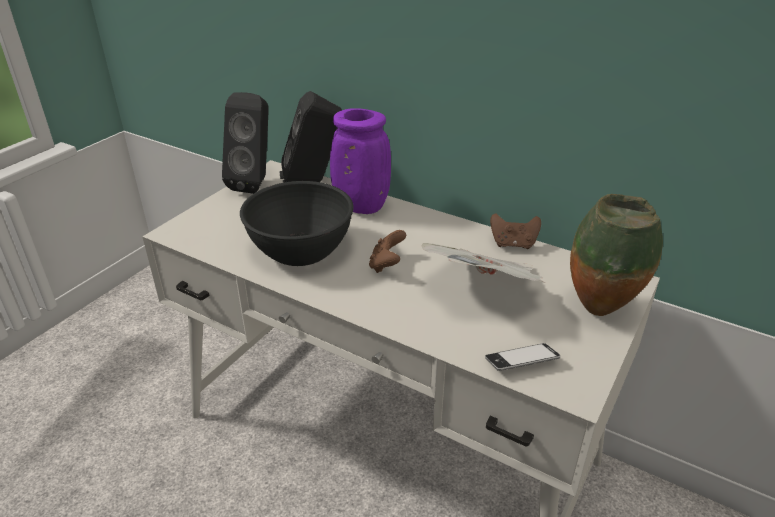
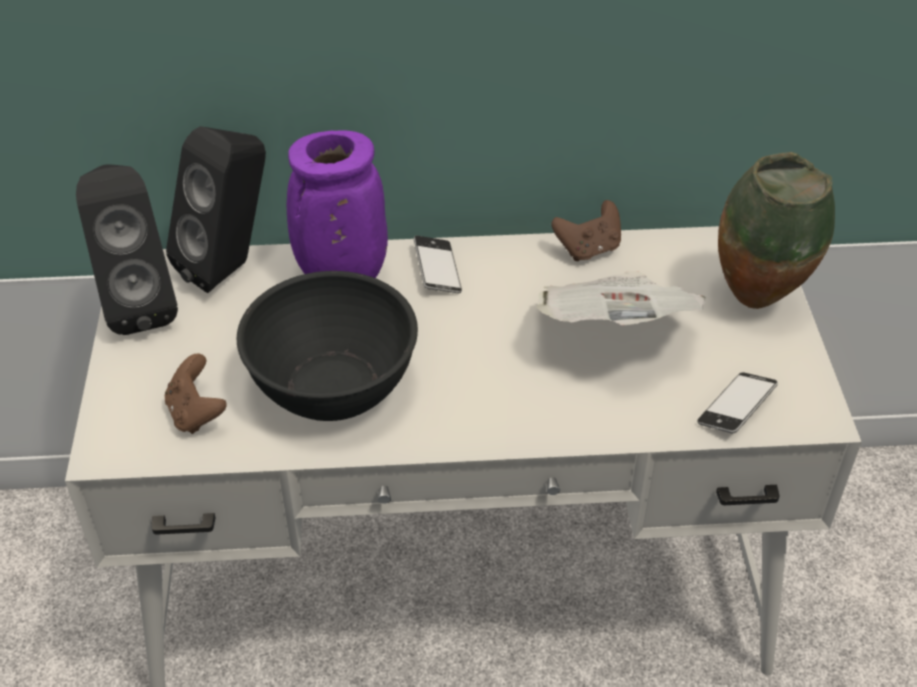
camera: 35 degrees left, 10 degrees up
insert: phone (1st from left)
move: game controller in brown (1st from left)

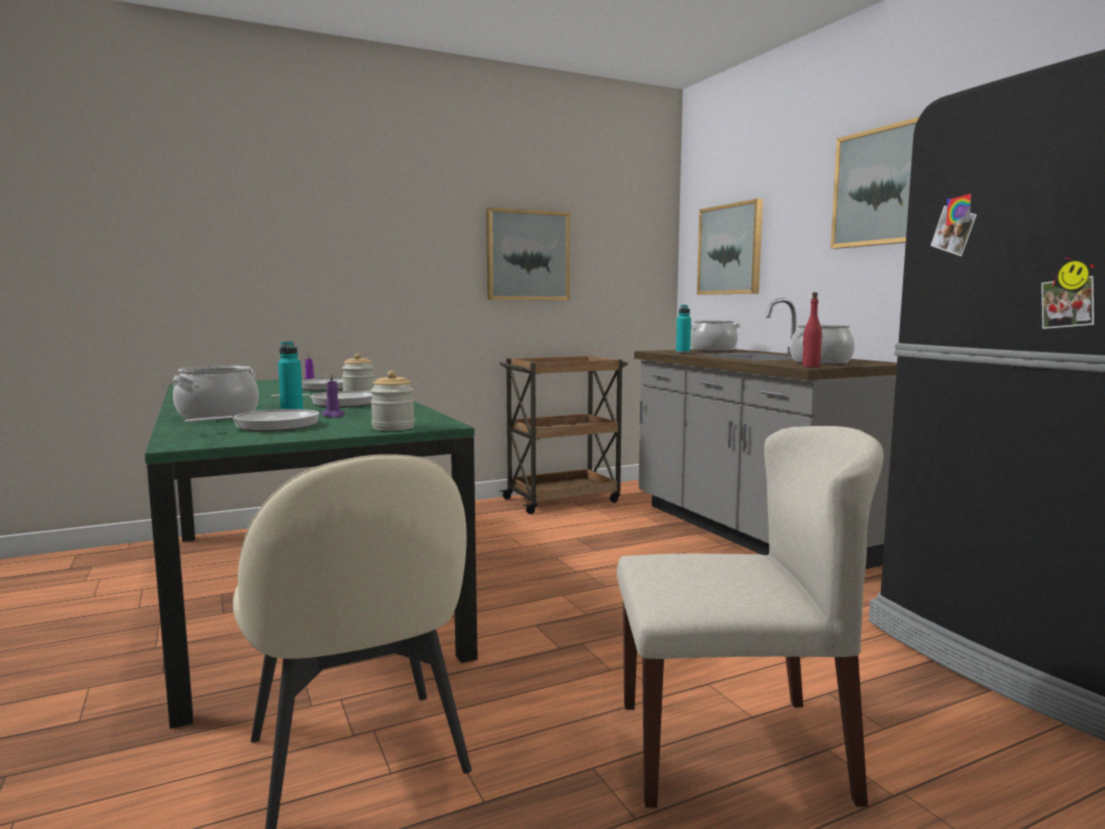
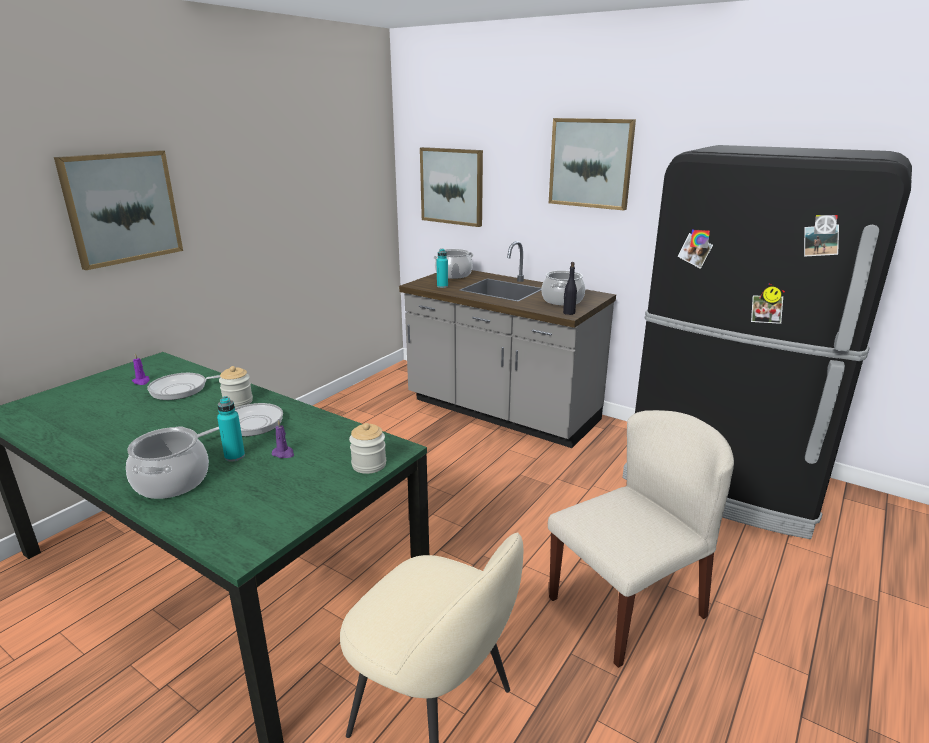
camera: 30 degrees left, 15 degrees up
delete: cart in brown; frying pan (1st from left)
move: picture (1st from left)
recolor: bottle in red to bottle in black

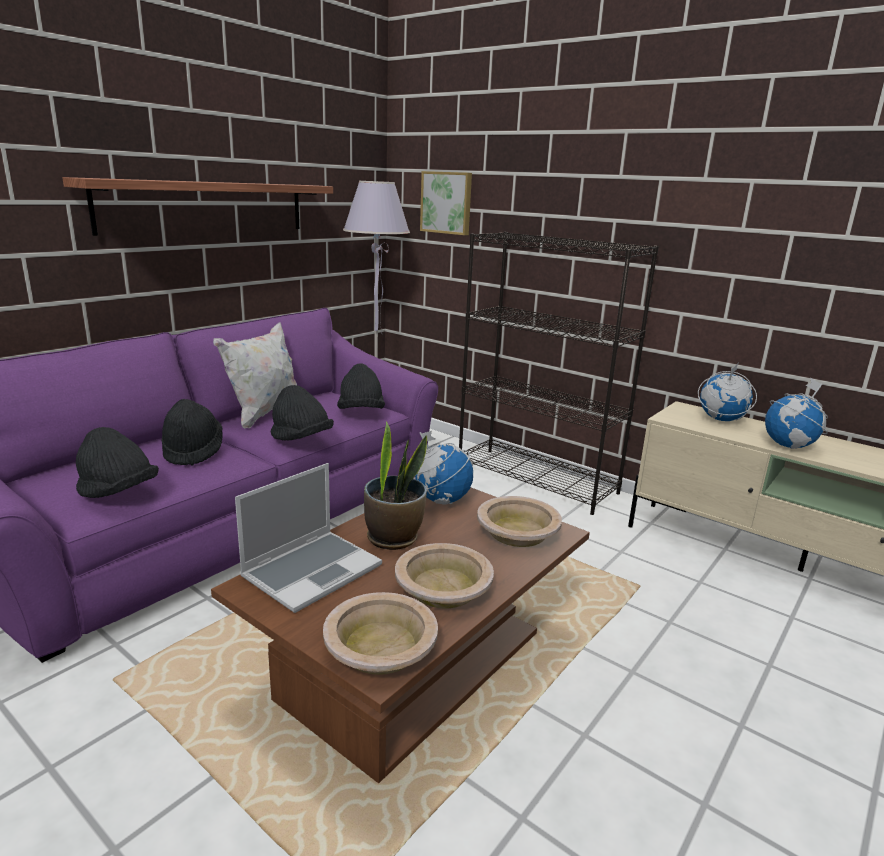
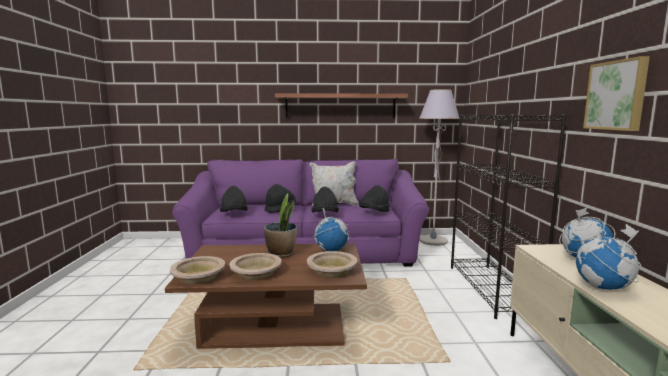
camera: 50 degrees right, 10 degrees down
delete: laptop
move: picture

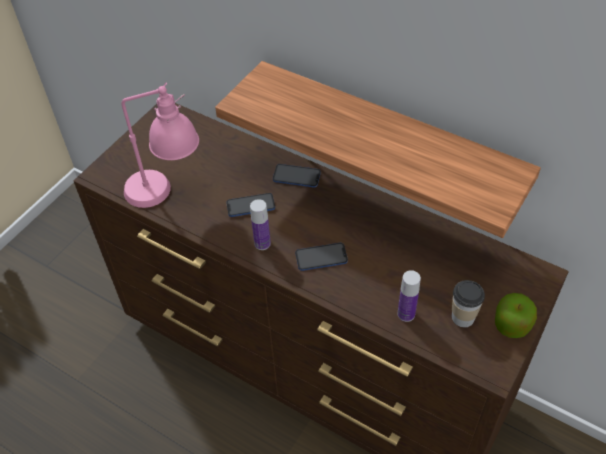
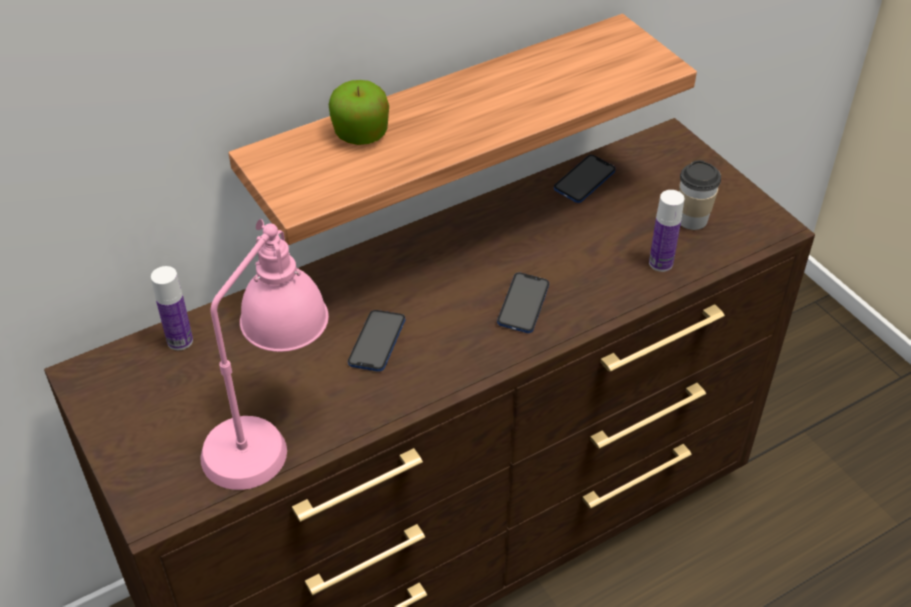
camera: 65 degrees left, 5 degrees down
move: phone (2nd from left in the first image) to phone (3rd from left); bottle (1st from left); apple

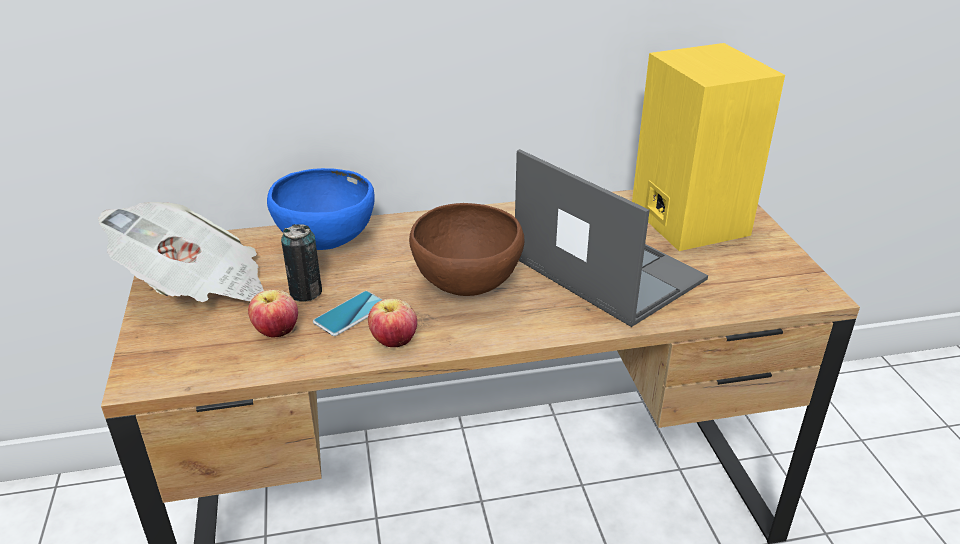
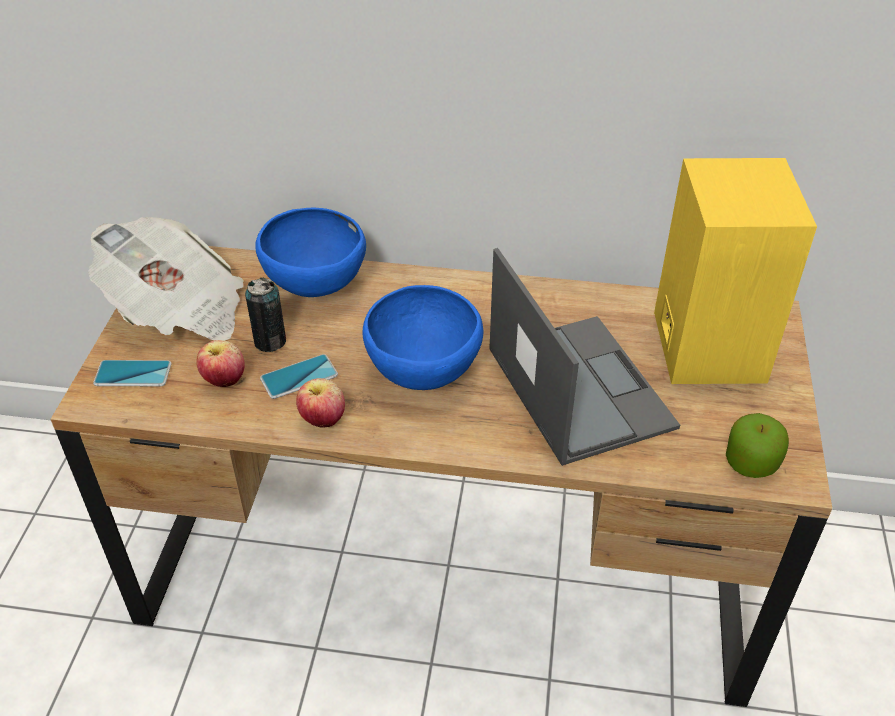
camera: 20 degrees right, 10 degrees up
insert: phone (1st from left); apple (3rd from left)
recolor: bowl in brown to bowl in blue (2nd from left)

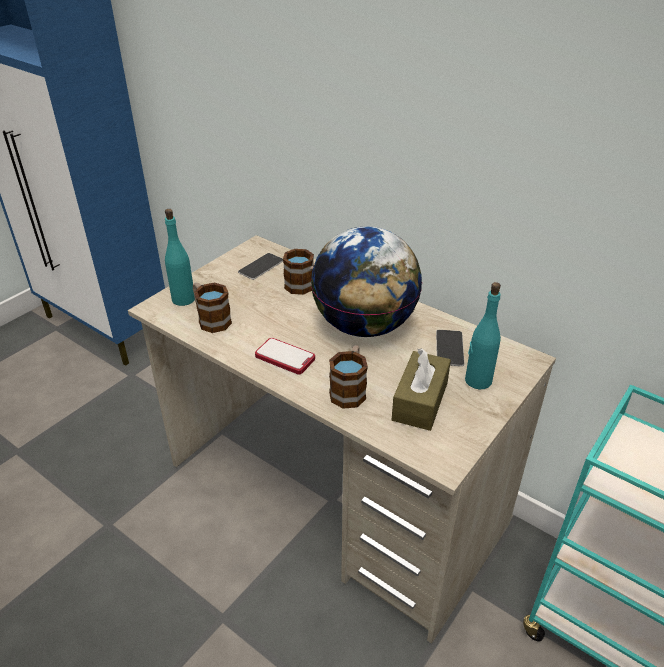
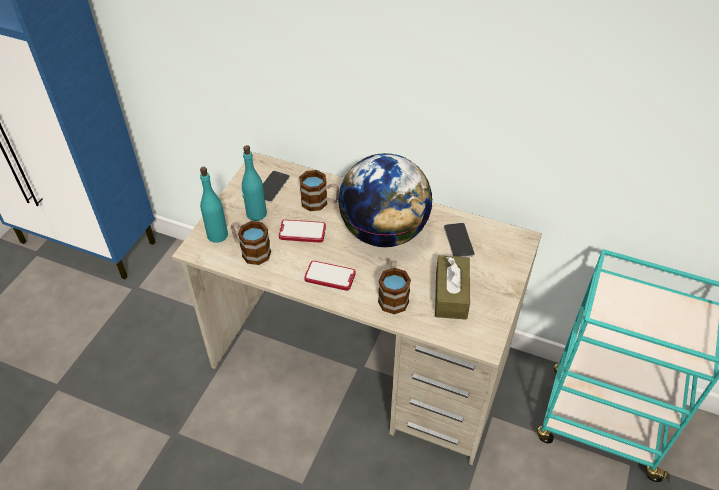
camera: 15 degrees left, 10 degrees up
insert: phone (2nd from left)
move: bottle in turquoise (2nd from left)

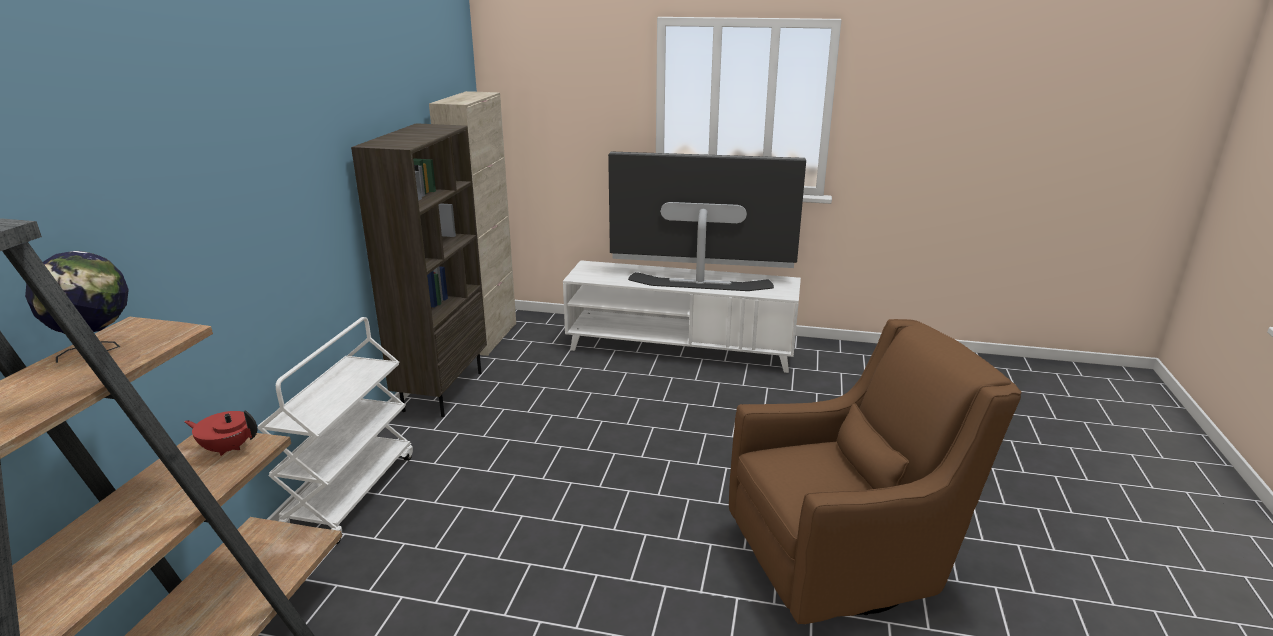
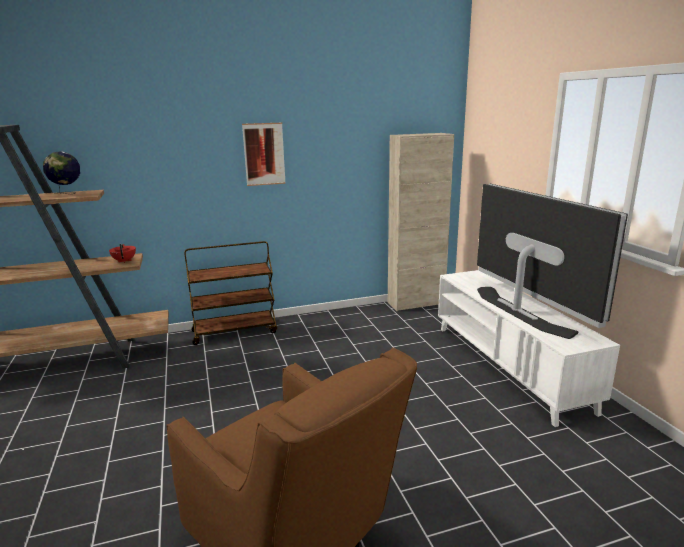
camera: 60 degrees right, 5 degrees down
delete: bookcase in brown (2nd from left)
insert: picture
recolor: cart in white to cart in brown

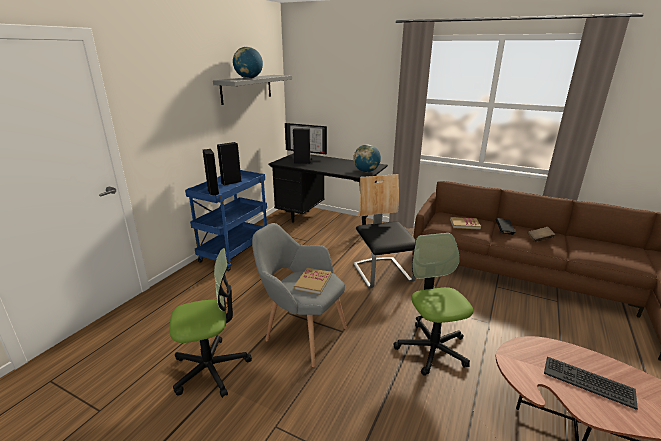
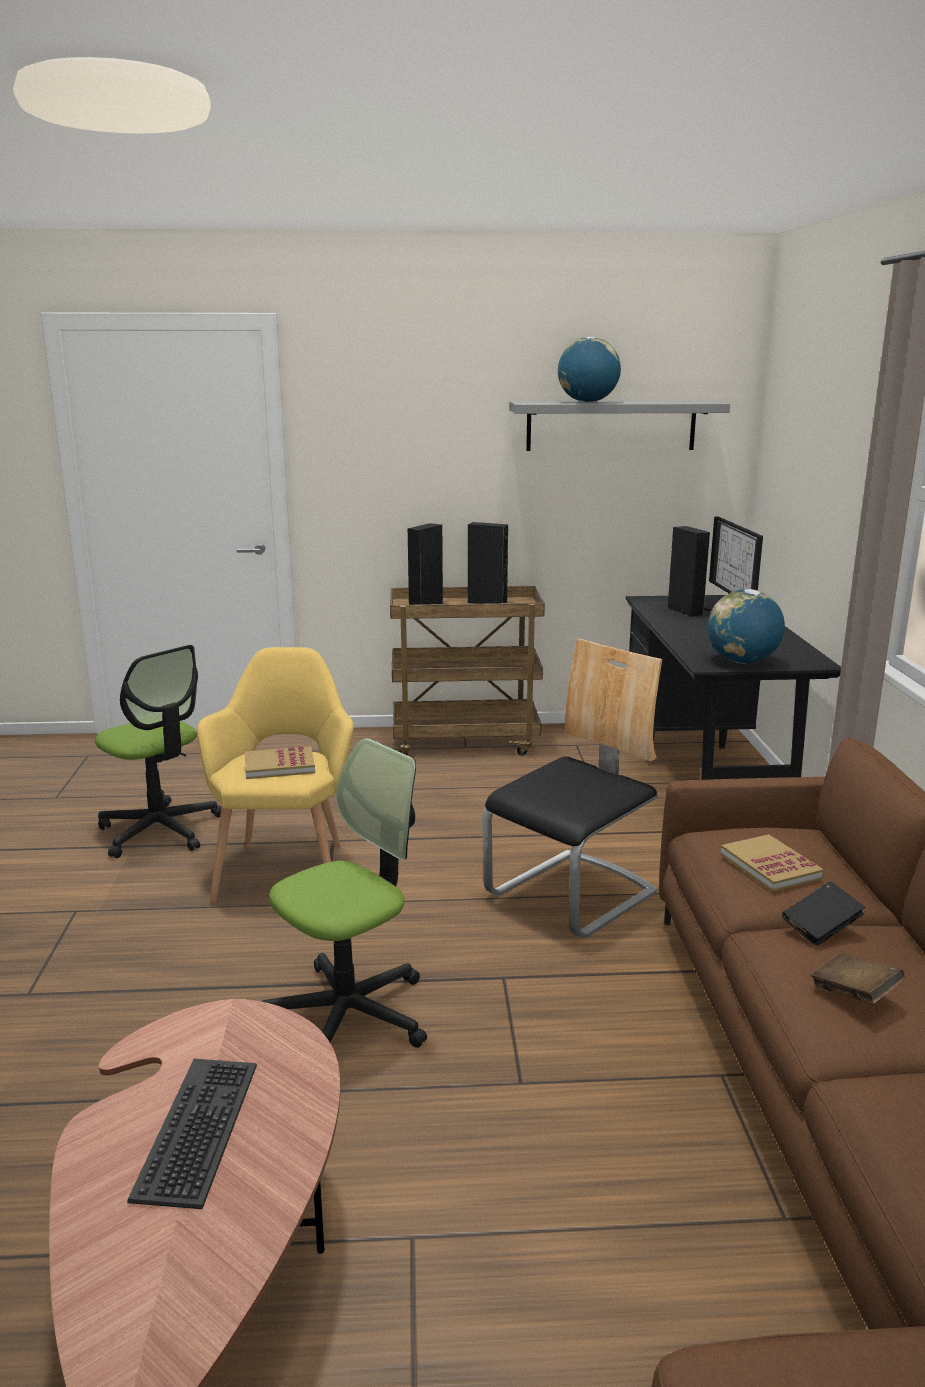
camera: 60 degrees right, 5 degrees down
recolor: cart in blue to cart in brown; armchair in grey to armchair in yellow

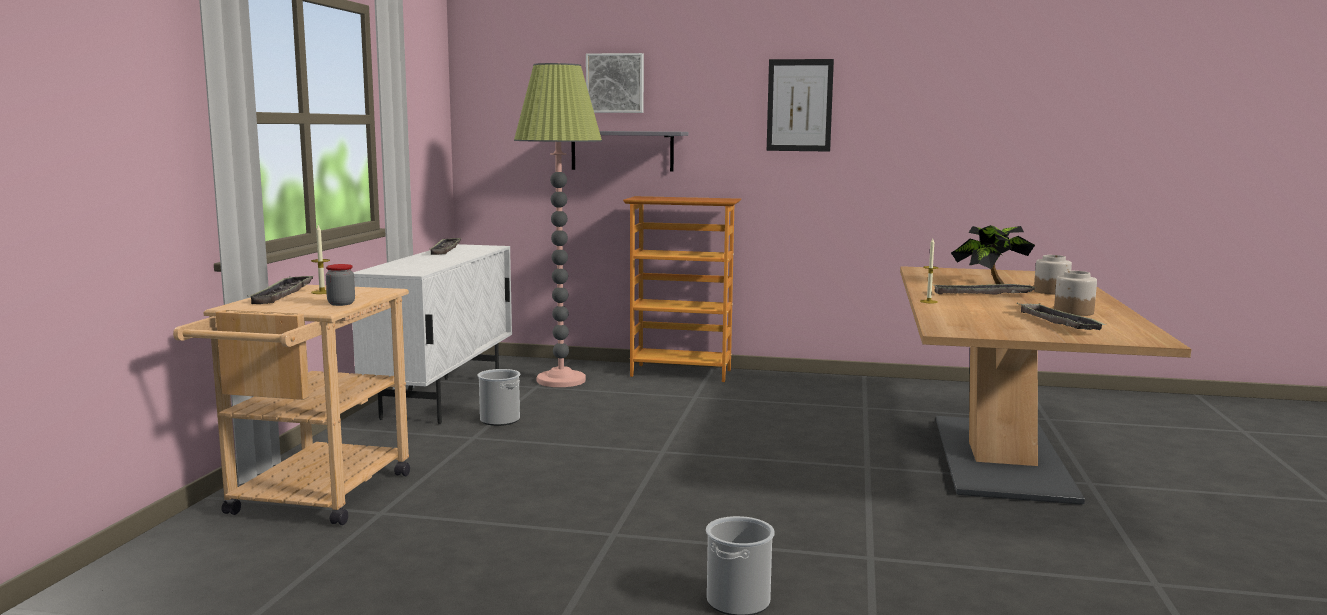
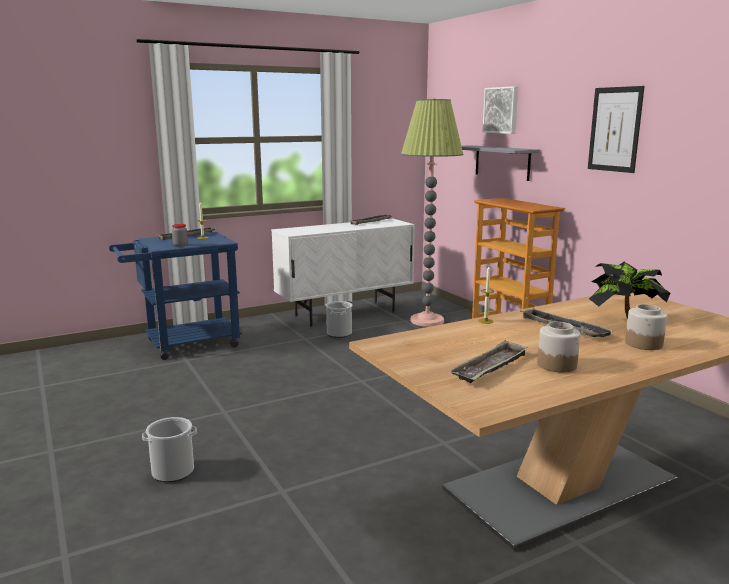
camera: 50 degrees right, 5 degrees up
recolor: cart in beige to cart in blue

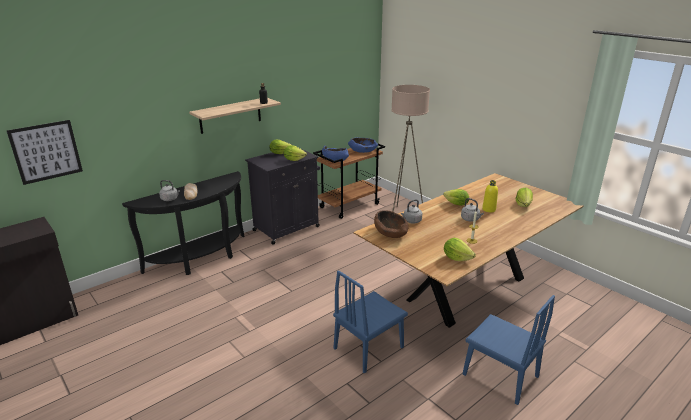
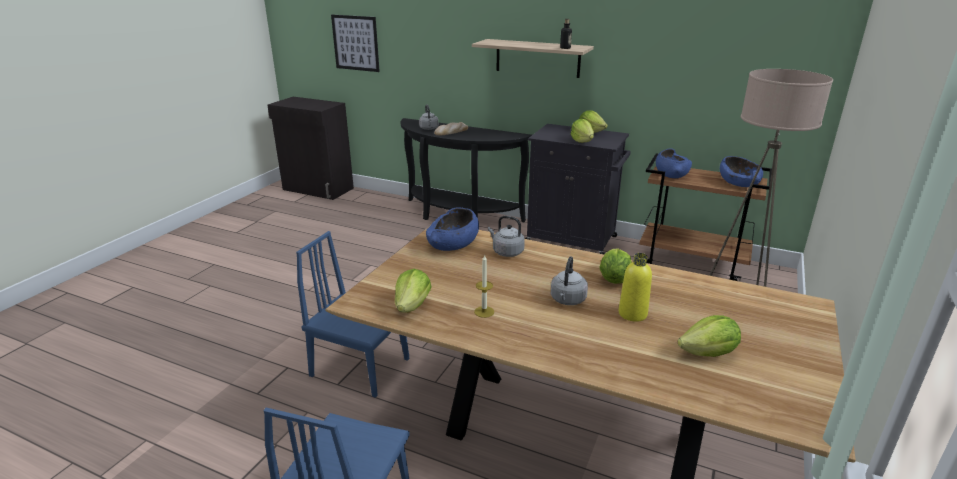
camera: 65 degrees right, 0 degrees up
recolor: bowl in brown to bowl in blue (1st from left)

